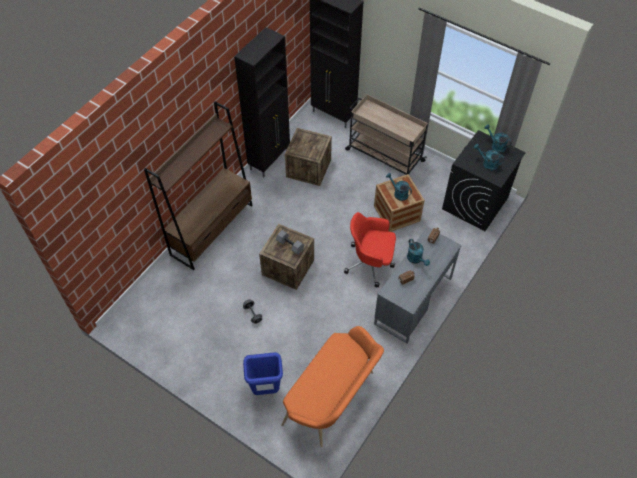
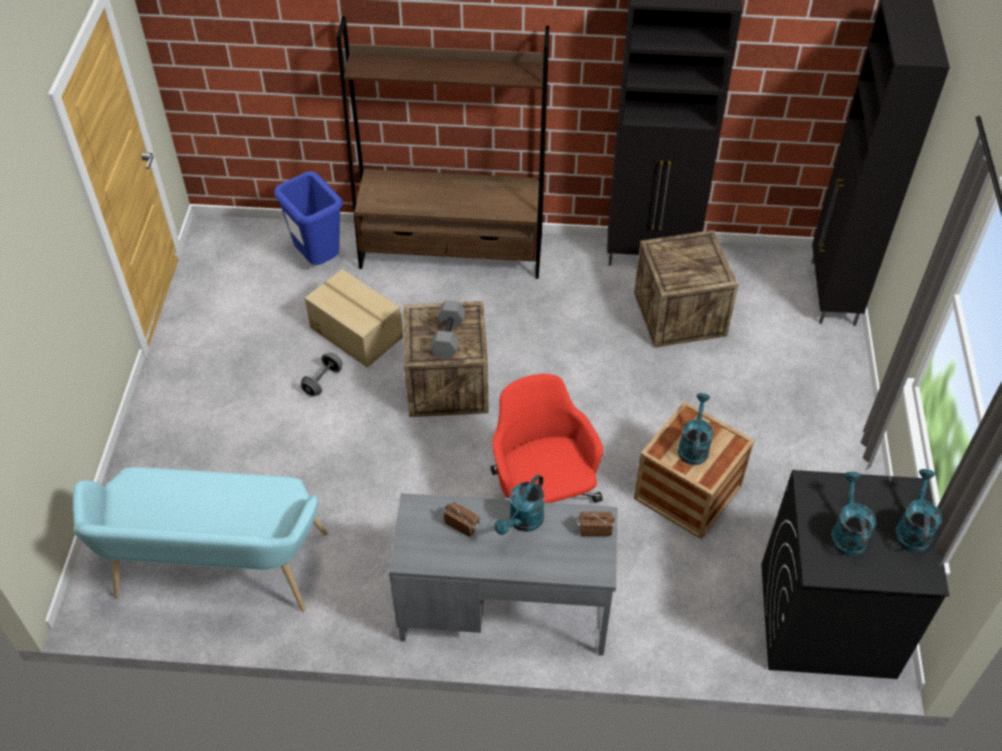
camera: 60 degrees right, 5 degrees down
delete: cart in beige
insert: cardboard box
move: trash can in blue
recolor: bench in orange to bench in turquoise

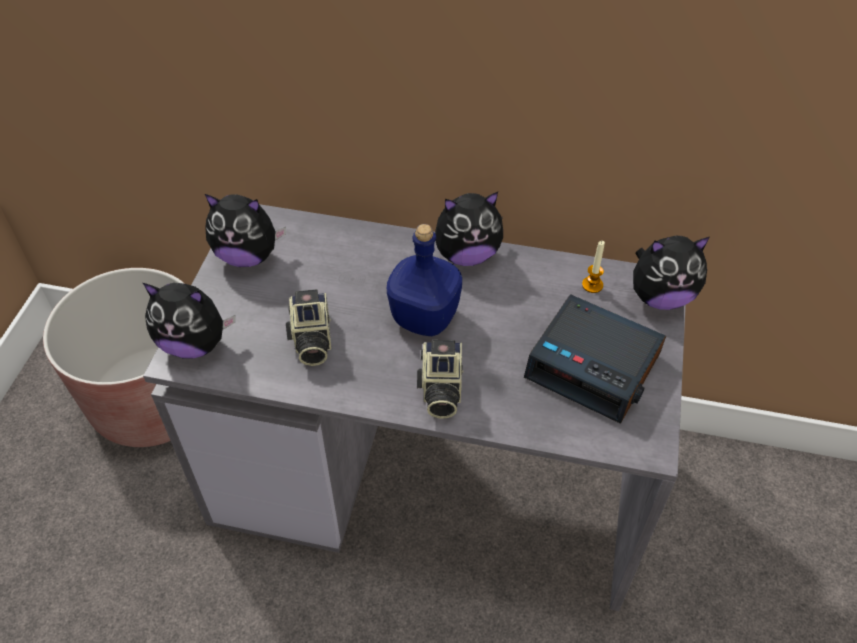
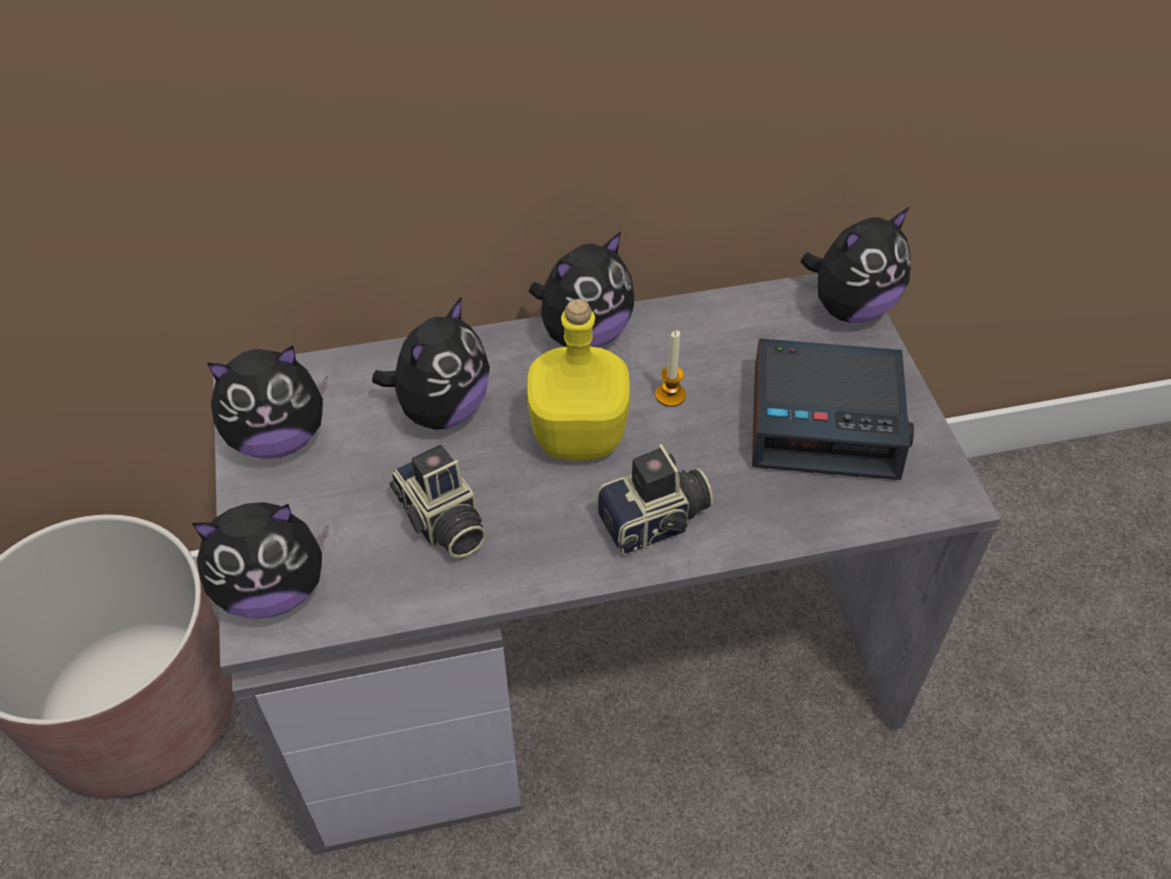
camera: 25 degrees left, 0 degrees up
insert: plush toy (3rd from left)
move: candle
recolor: bottle in blue to bottle in yellow
rotate: photo camera (2nd from left) 90 degrees counterclockwise

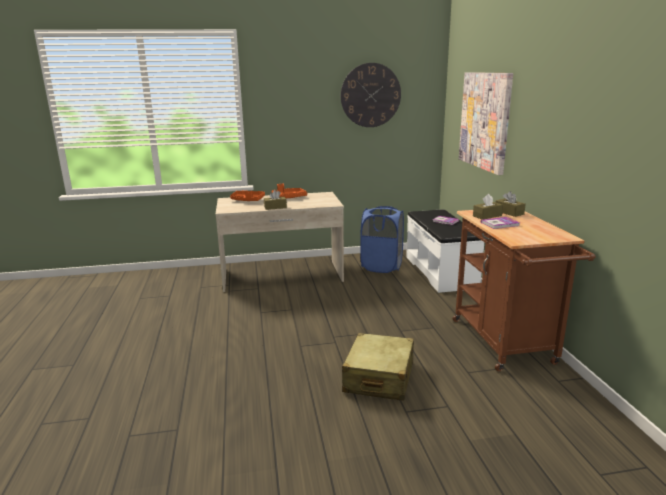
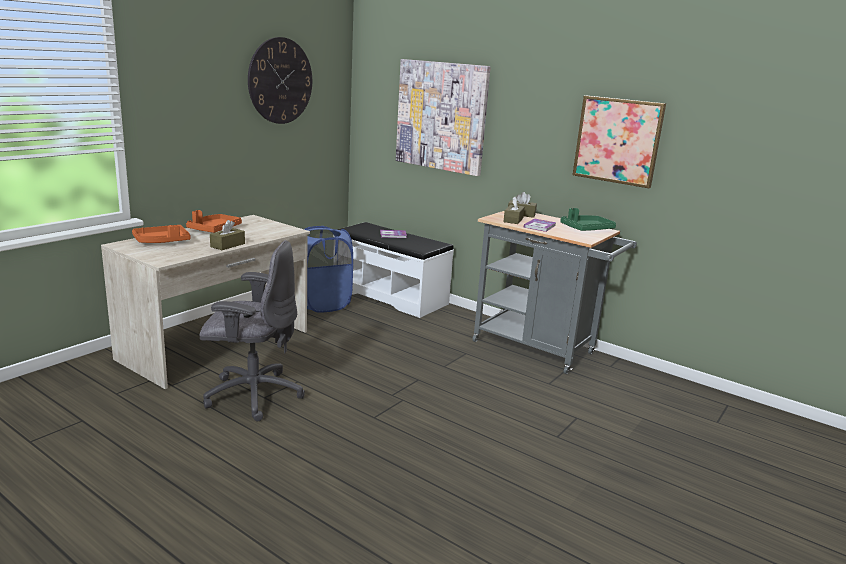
camera: 45 degrees left, 0 degrees up
delete: suitcase in beige
insert: picture (2nd from left); tray in green; office chair in grey
recolor: cart in brown to cart in grey

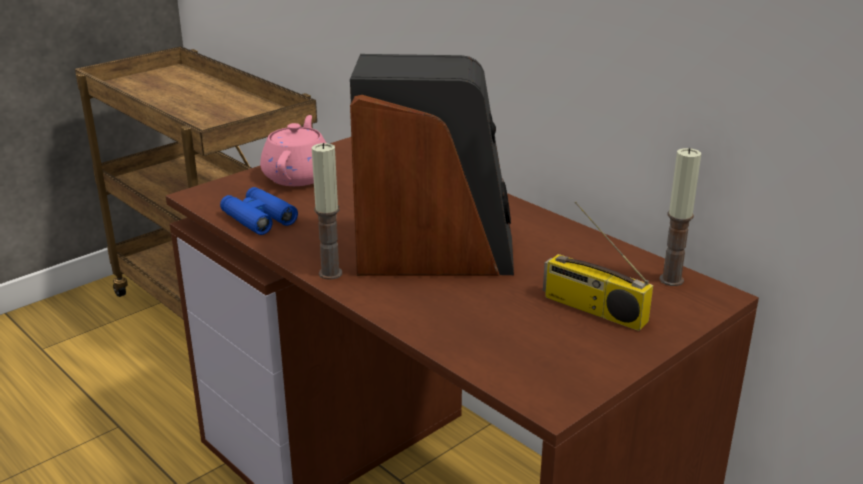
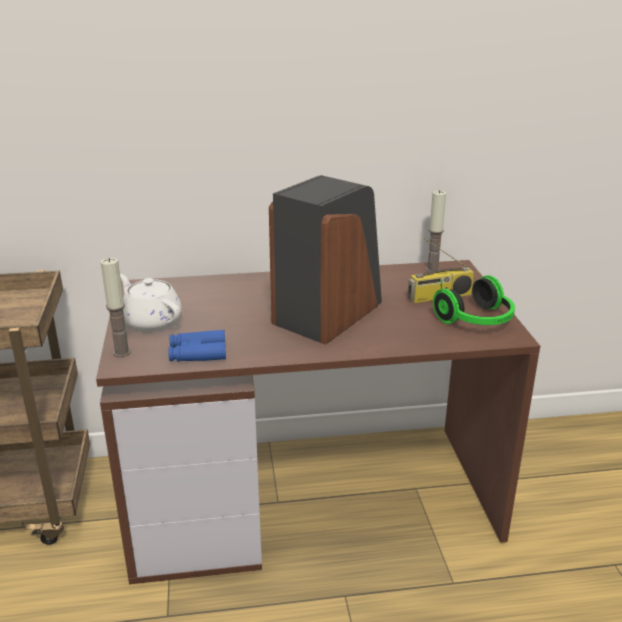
camera: 55 degrees left, 0 degrees up
insert: headphones
move: candle (1st from left)
recolor: teapot in pink to teapot in white

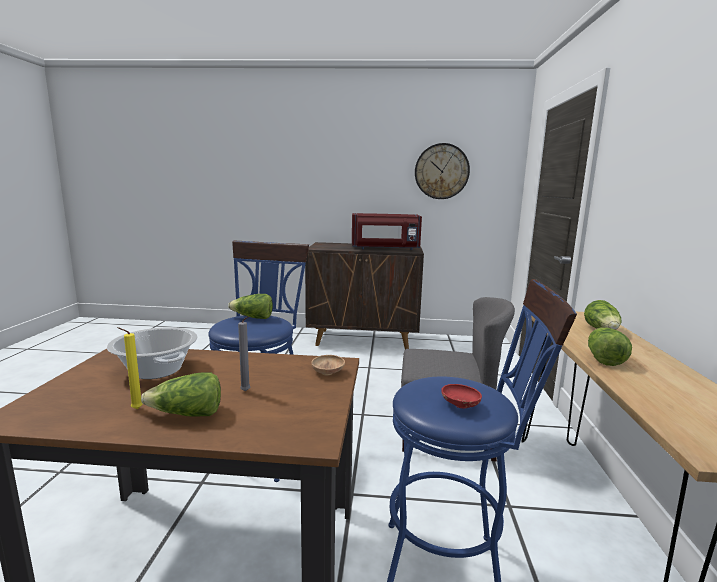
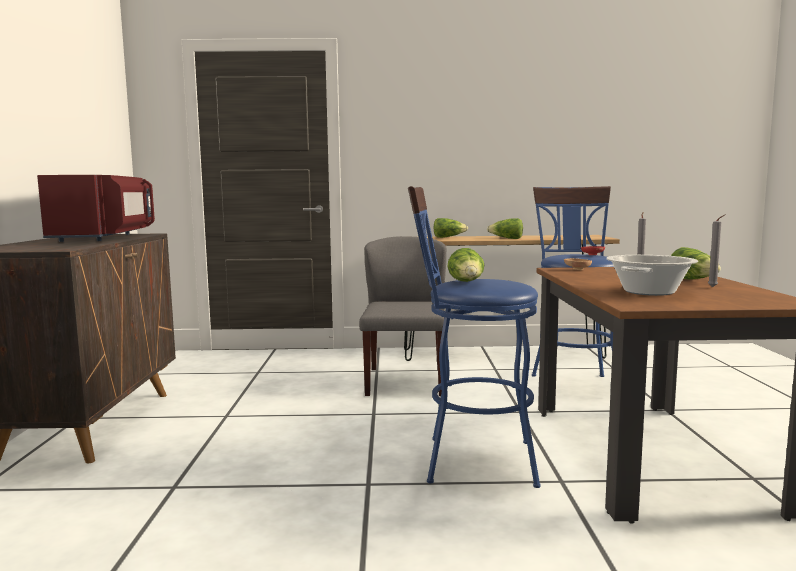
camera: 95 degrees left, 5 degrees down
delete: wall clock
recolor: candle in yellow to candle in grey (2nd from left)

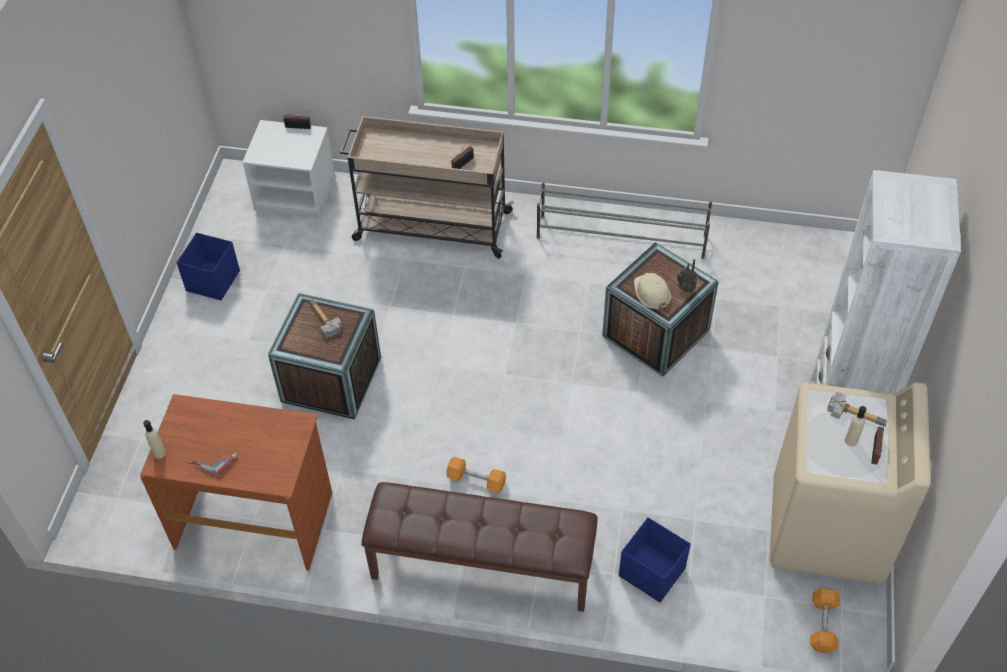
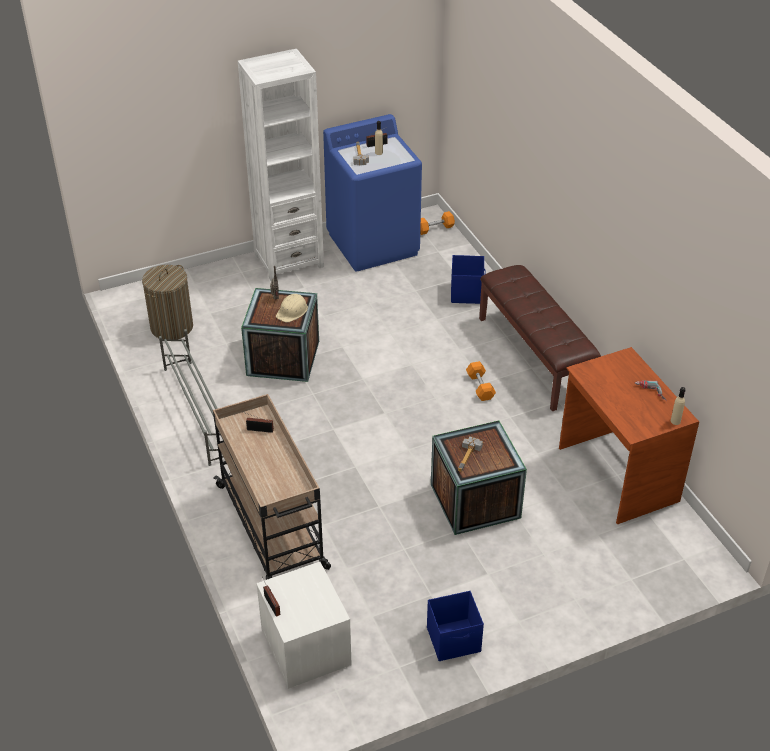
camera: 125 degrees left, 10 degrees down
insert: laundry basket
recolor: washing machine in beige to washing machine in blue

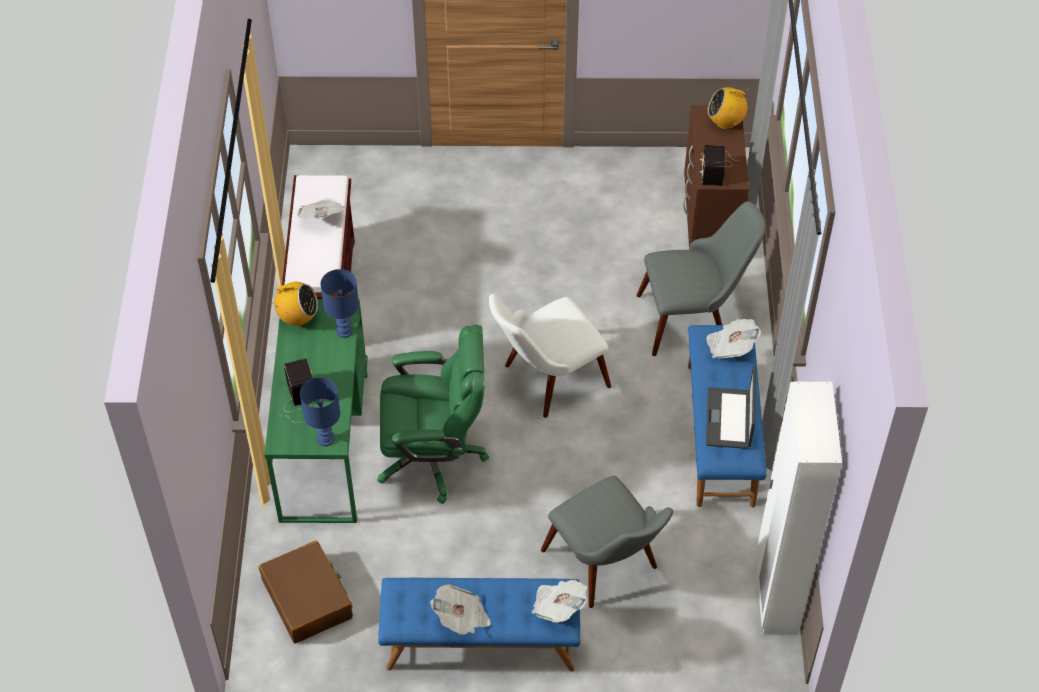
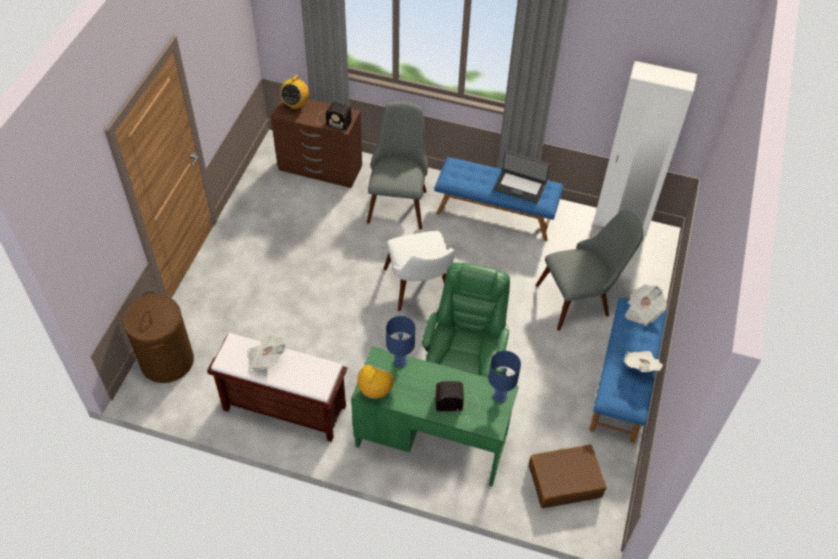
camera: 75 degrees left, 0 degrees up
delete: newspaper (4th from left)
insert: laundry basket in brown

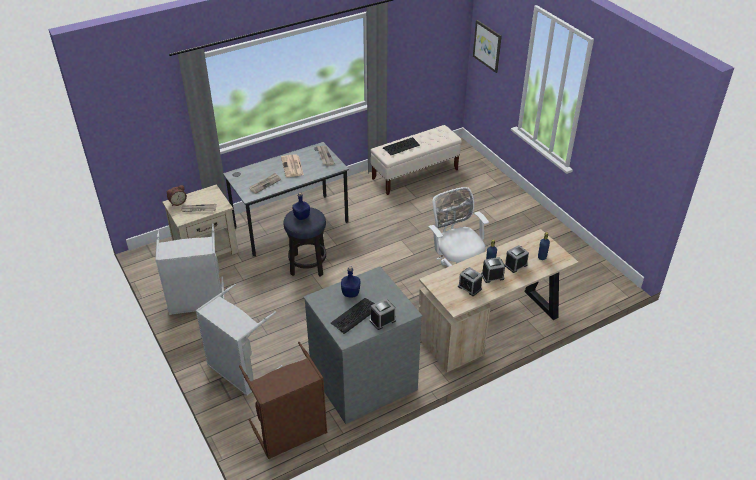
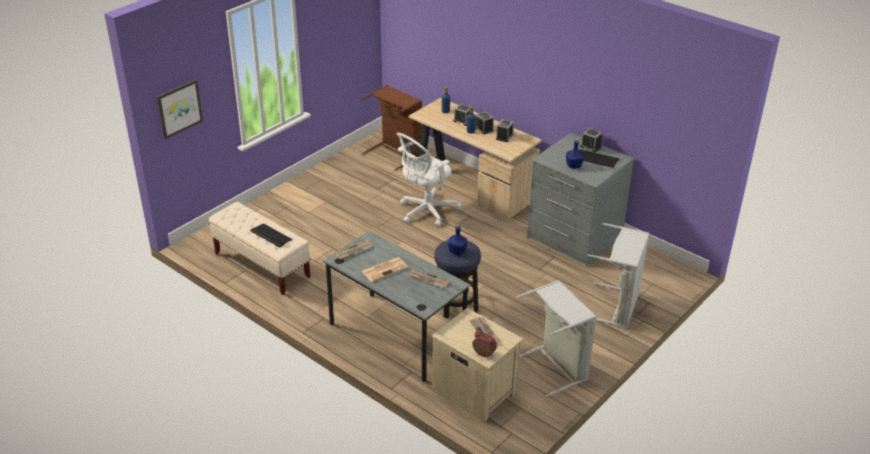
camera: 110 degrees left, 5 degrees down
move: laundry basket in brown

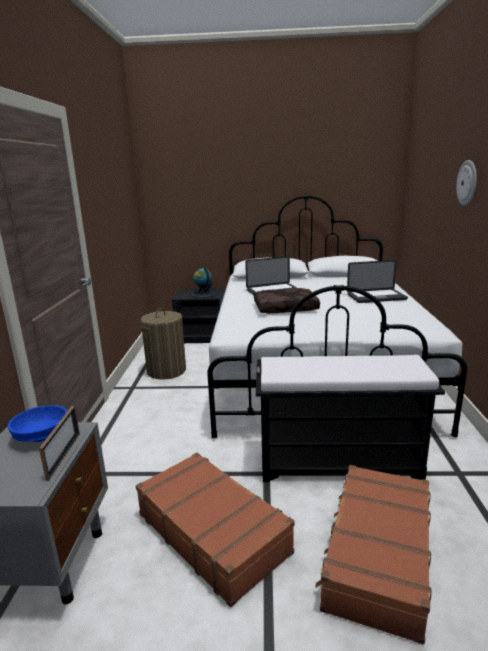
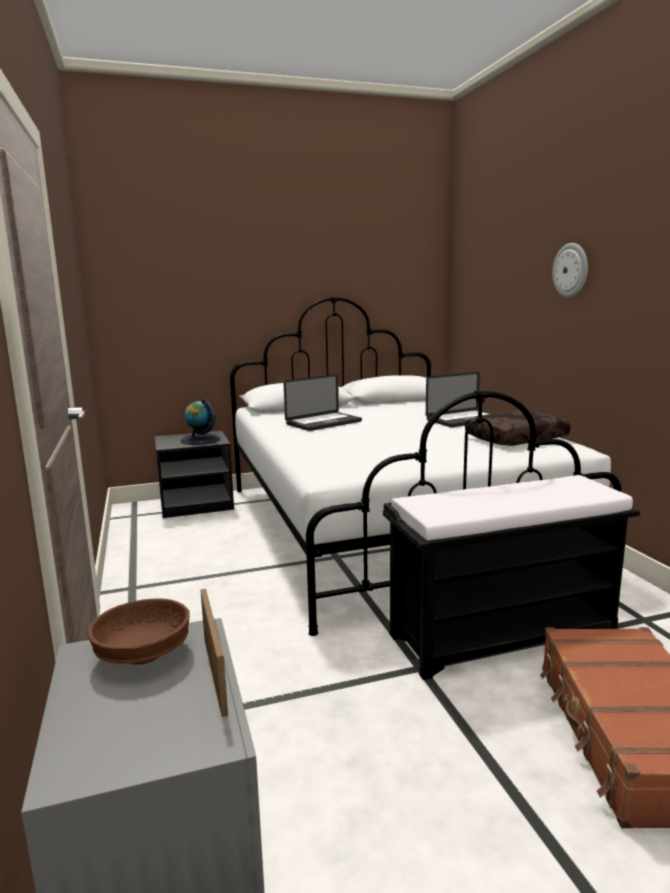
camera: 20 degrees left, 5 degrees down
delete: laundry basket; suitcase in brown (1st from left)
move: pillow in brown
recolor: bowl in blue to bowl in brown

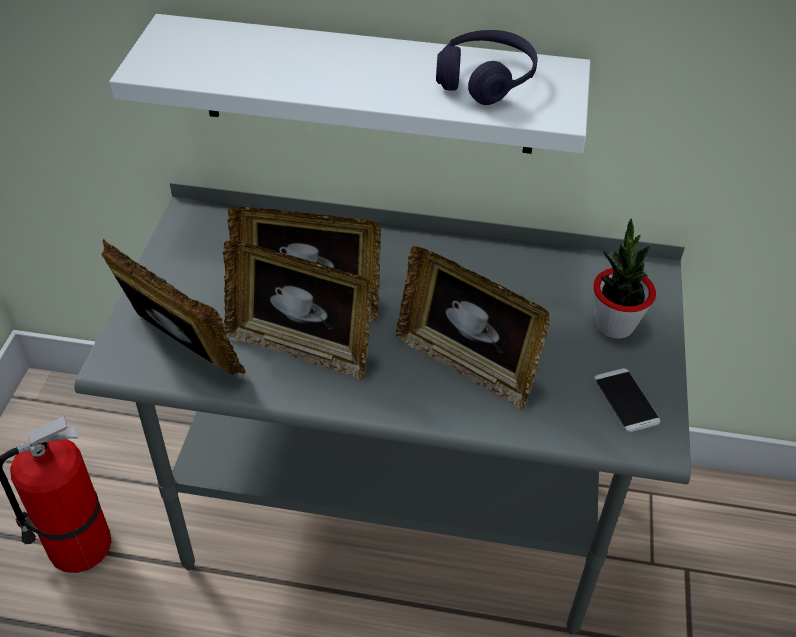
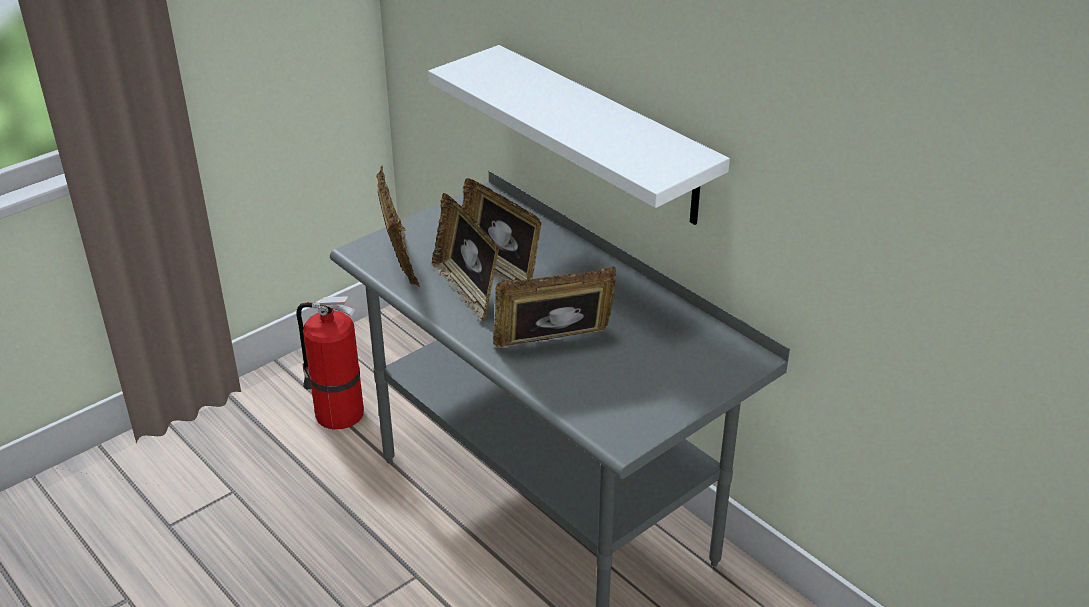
camera: 40 degrees right, 10 degrees down
delete: headphones in purple; potted plant; phone
rotate: picture frame (4th from left) 90 degrees clockwise

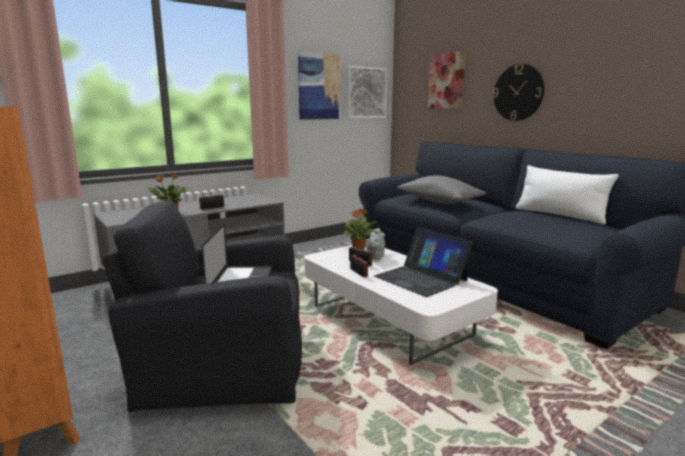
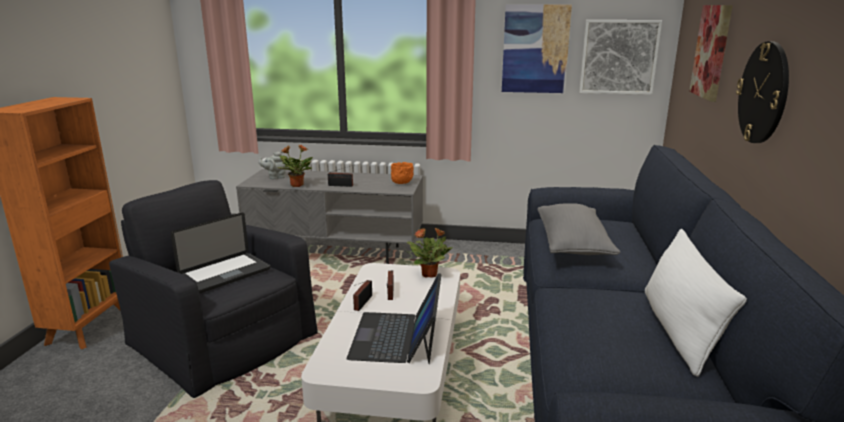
camera: 45 degrees right, 5 degrees up
insert: bowl in orange
move: teapot in grey

